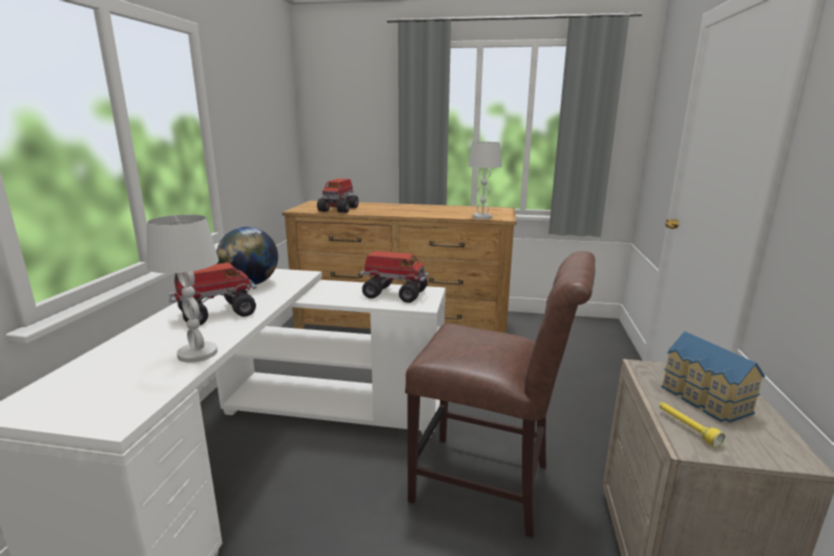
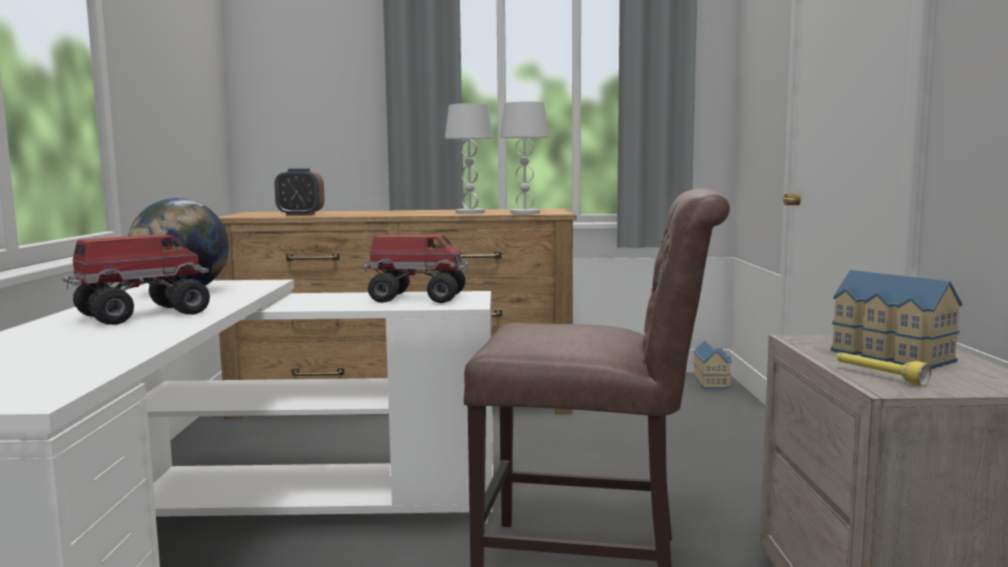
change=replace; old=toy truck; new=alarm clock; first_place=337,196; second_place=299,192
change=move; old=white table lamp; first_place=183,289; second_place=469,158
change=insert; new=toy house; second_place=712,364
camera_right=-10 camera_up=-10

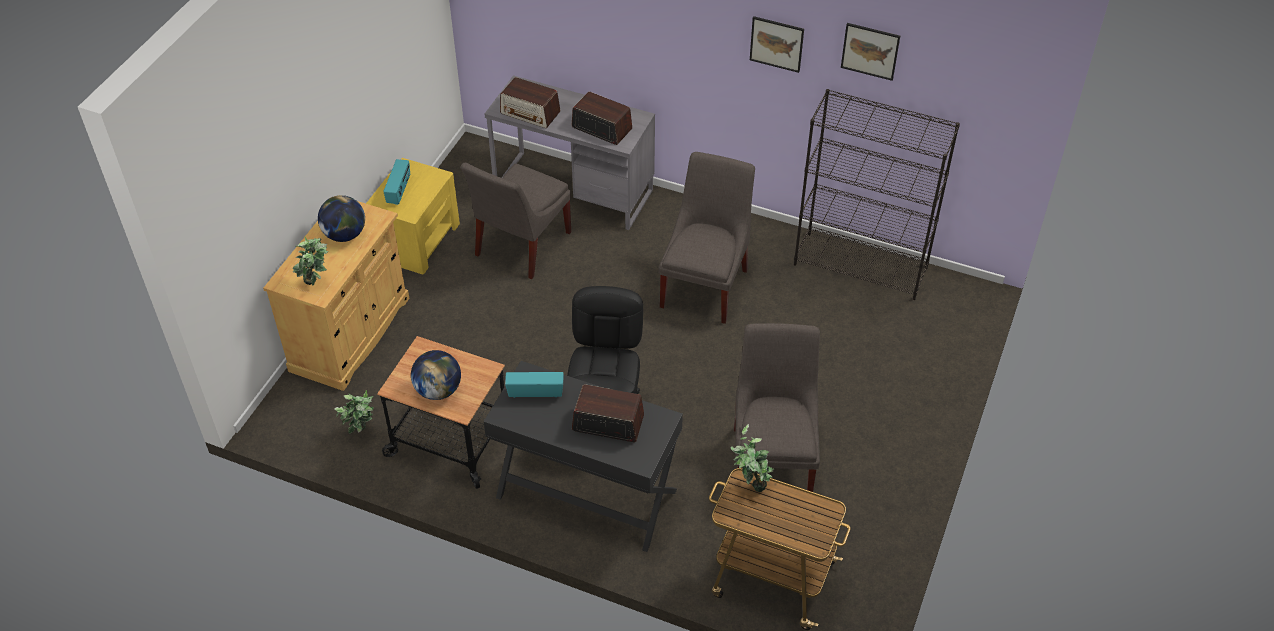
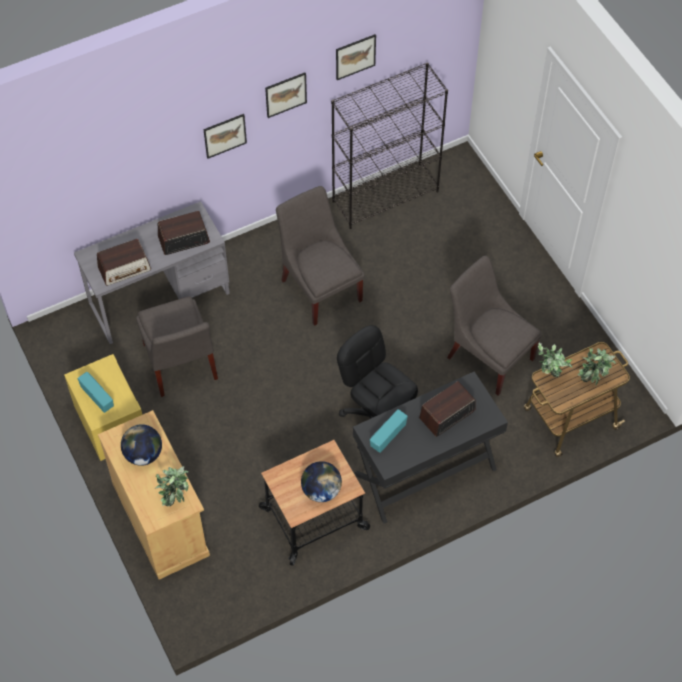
change=insert; new=picture; second_place=225,136
change=move; old=potted plant; first_place=354,412; second_place=597,366
camera_right=-50 camera_up=10

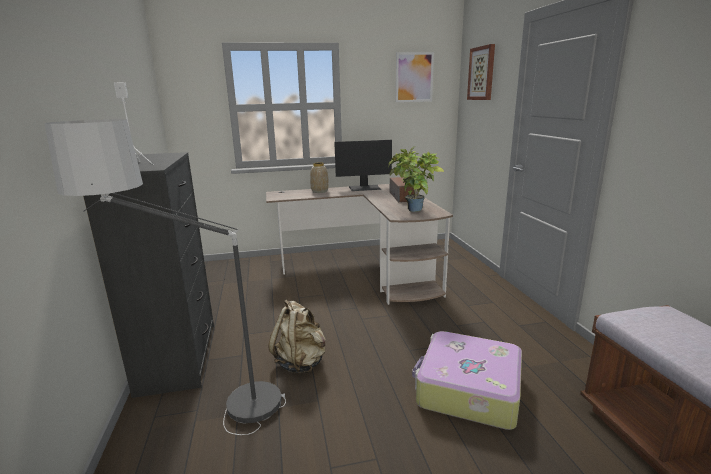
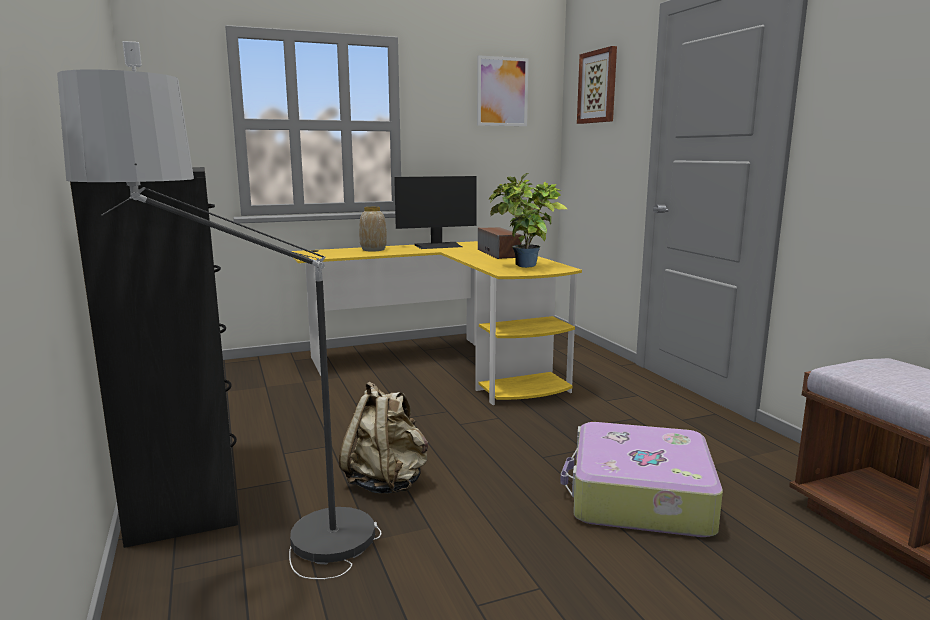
change=recolor; old=brown desk; new=yellow desk; first_place=359,244; second_place=436,323
camera_right=-10 camera_up=-5

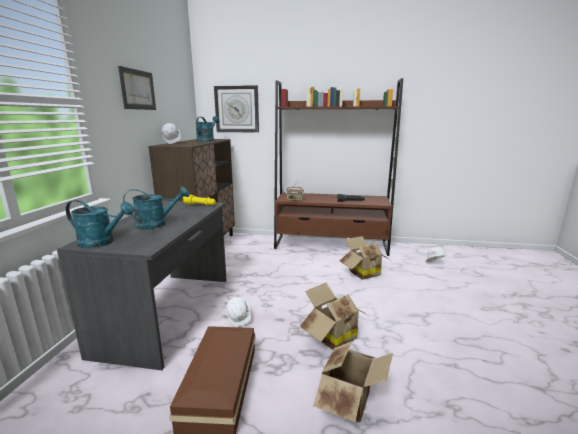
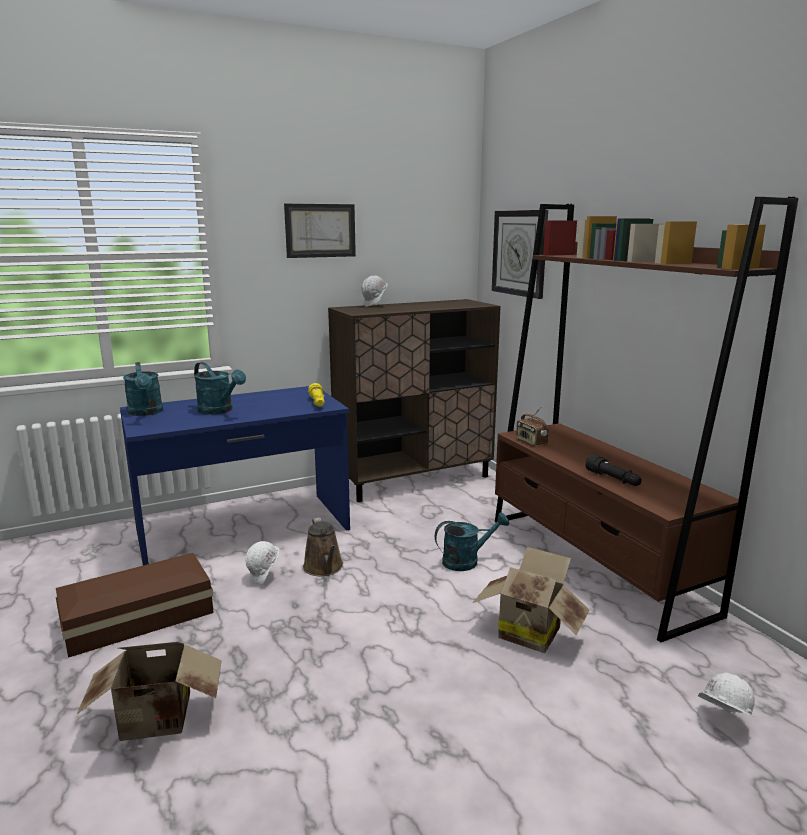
change=recolor; old=grey desk; new=blue desk; first_place=142,285; second_place=235,475
change=insert; new=brown watering can; second_place=323,546
change=move; old=turquoise watering can; first_place=207,129; second_place=472,542
change=delete; old=cardboard box; first_place=334,316
camera_right=55 camera_up=0

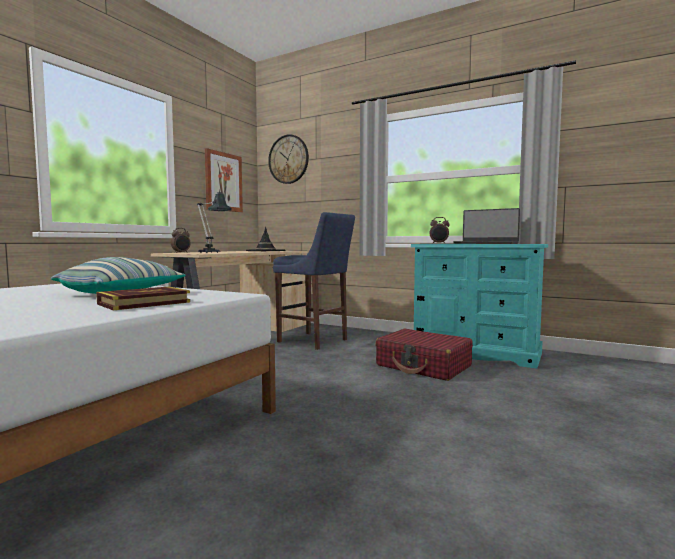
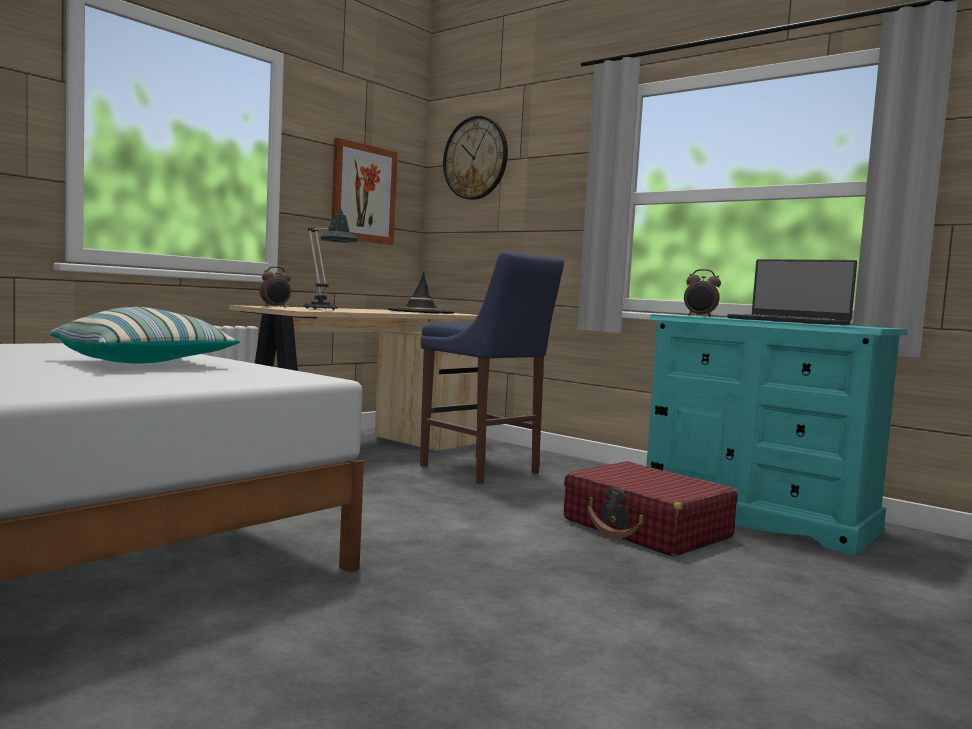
change=delete; old=book; first_place=143,298
camera_right=10 camera_up=0

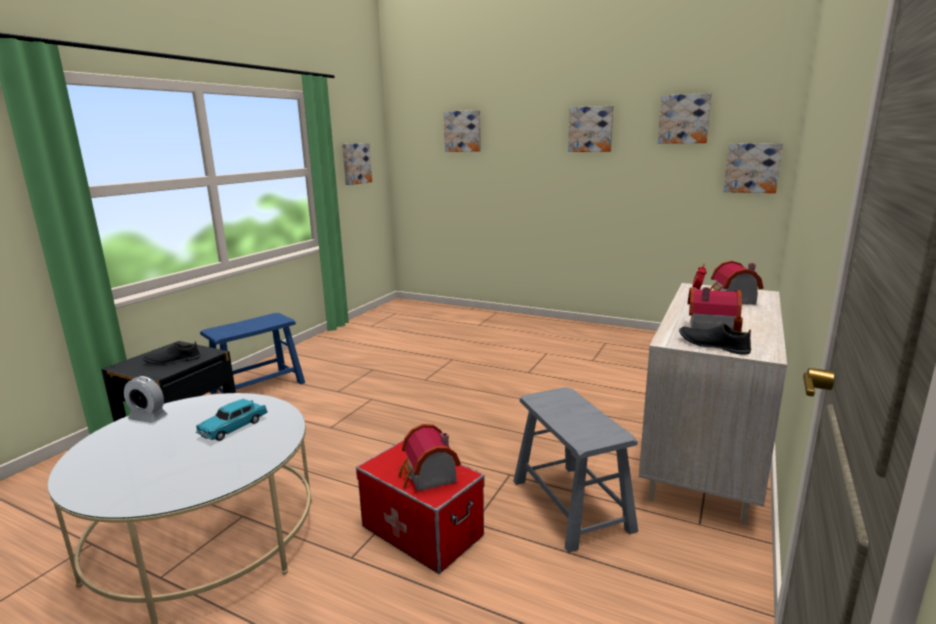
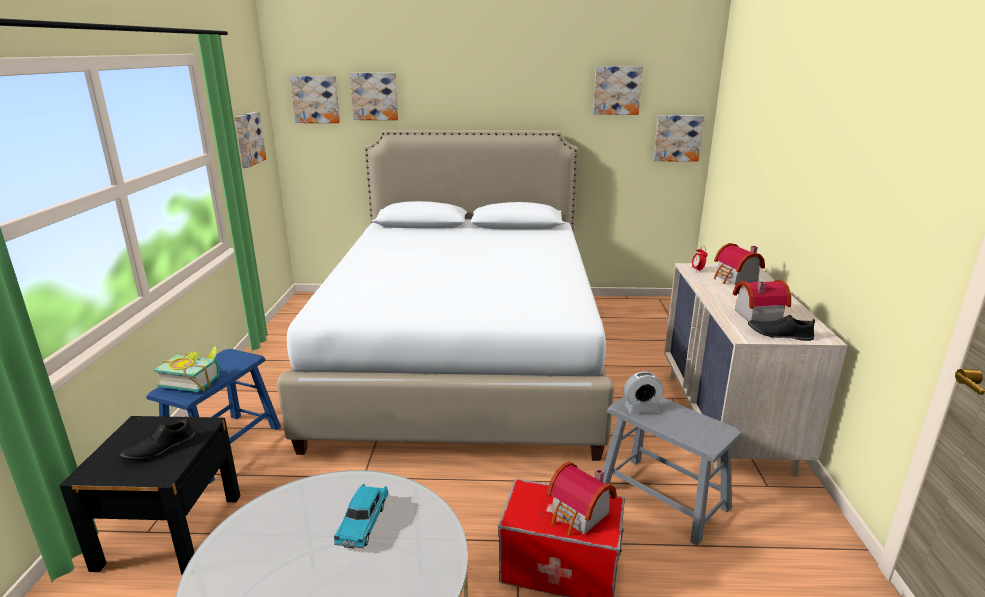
change=insert; new=book; second_place=187,369
change=insert; new=white bed; second_place=445,295
change=move; old=picture; first_place=591,129; second_place=315,99
change=move; old=alarm clock; first_place=145,399; second_place=643,393
camera_right=-25 camera_up=5

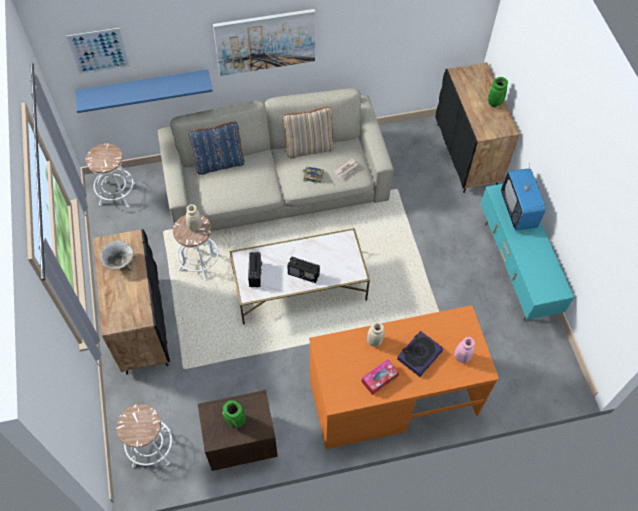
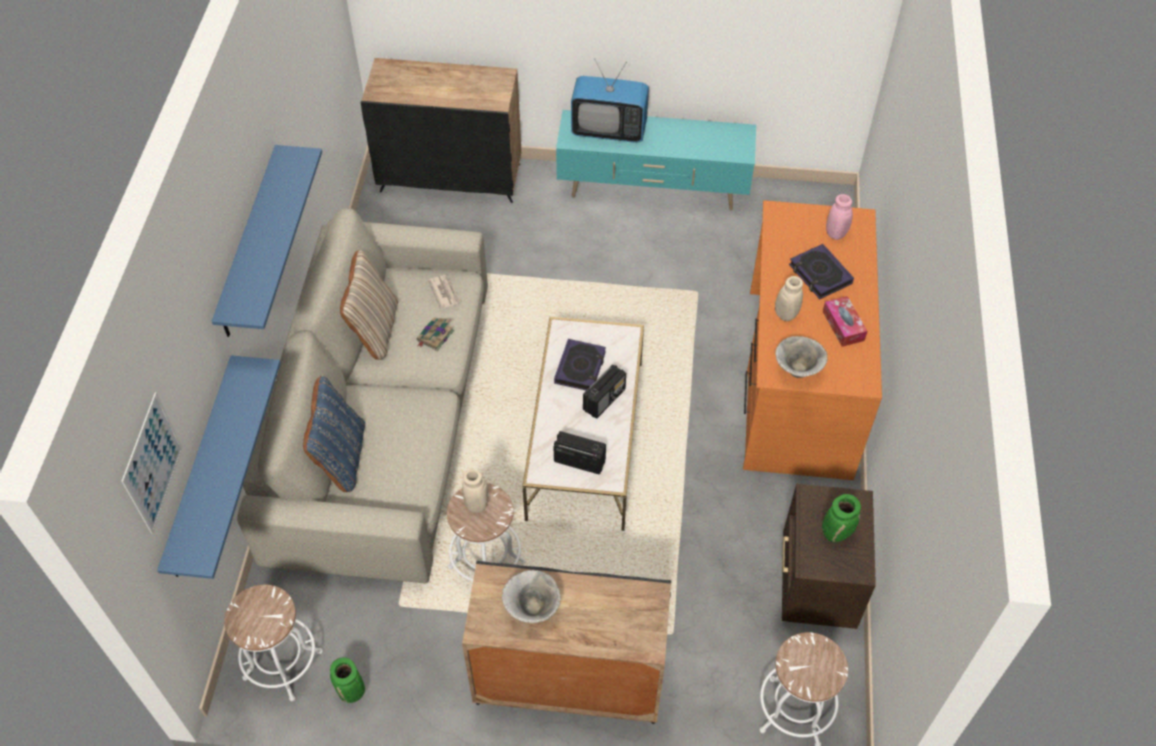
change=replace; old=picture; new=blue shelf; first_place=264,42; second_place=267,241
change=move; old=green vase; first_place=498,92; second_place=347,680
change=insert; new=book; second_place=580,364
change=insert; new=bowl; second_place=801,357
camera_right=-70 camera_up=-5

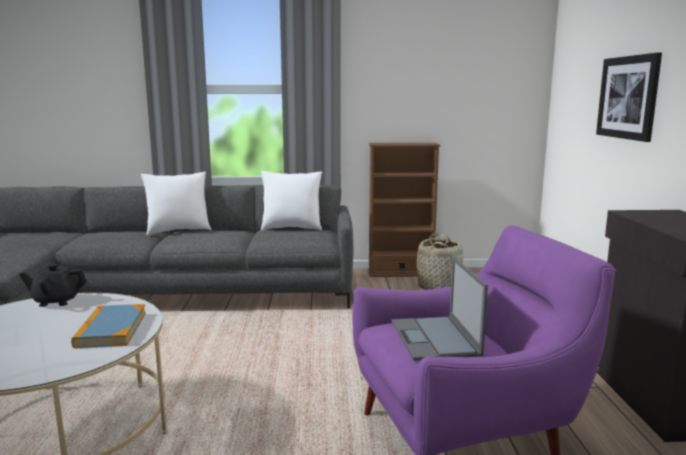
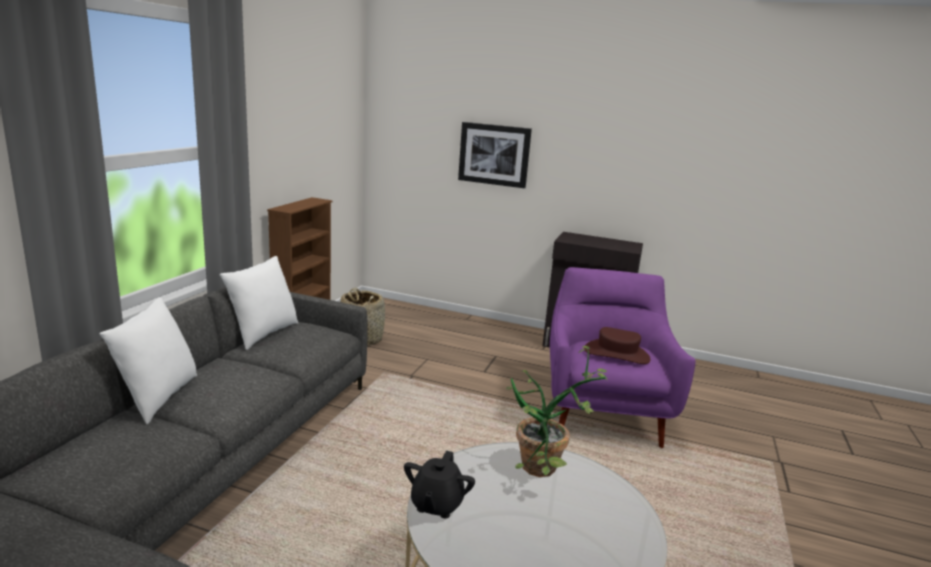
change=replace; old=book; new=potted plant; first_place=108,326; second_place=557,411
change=replace; old=laptop; new=brown hat; first_place=440,309; second_place=617,345
camera_right=-70 camera_up=5

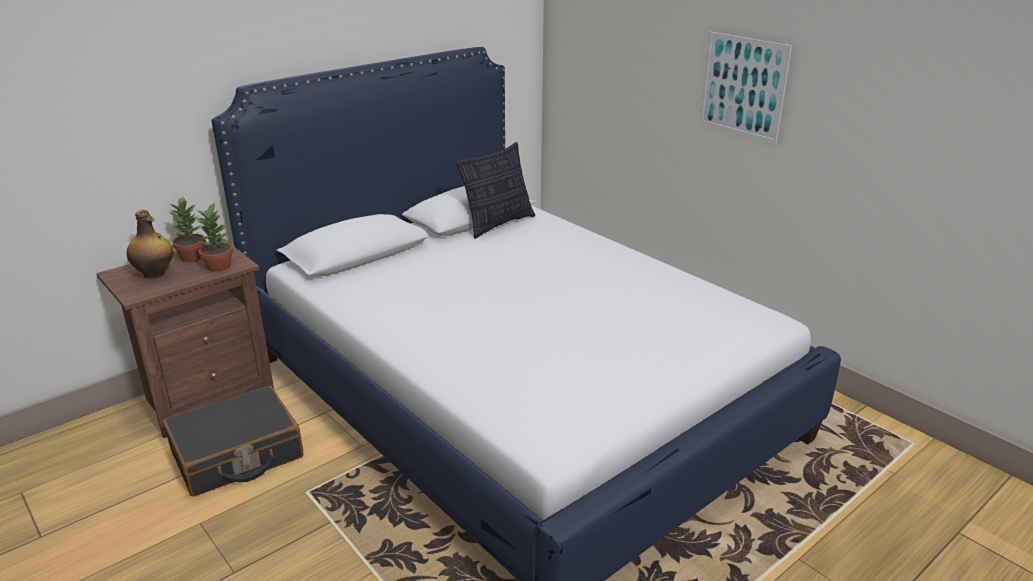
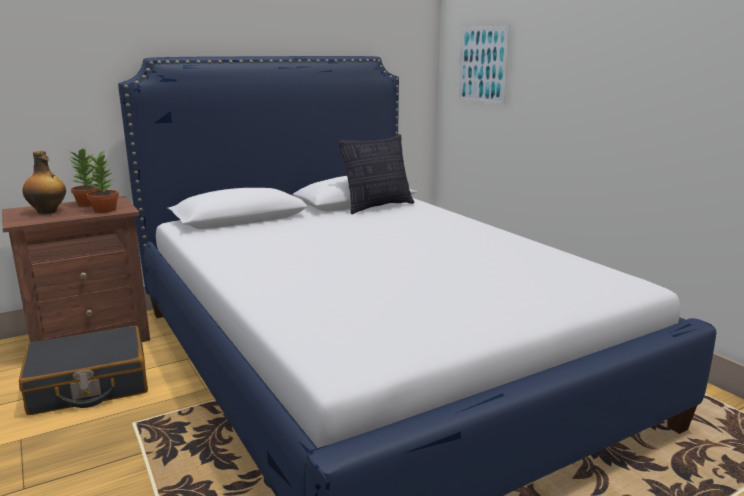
change=move; old=picture; first_place=745,88; second_place=483,65
camera_right=10 camera_up=-10

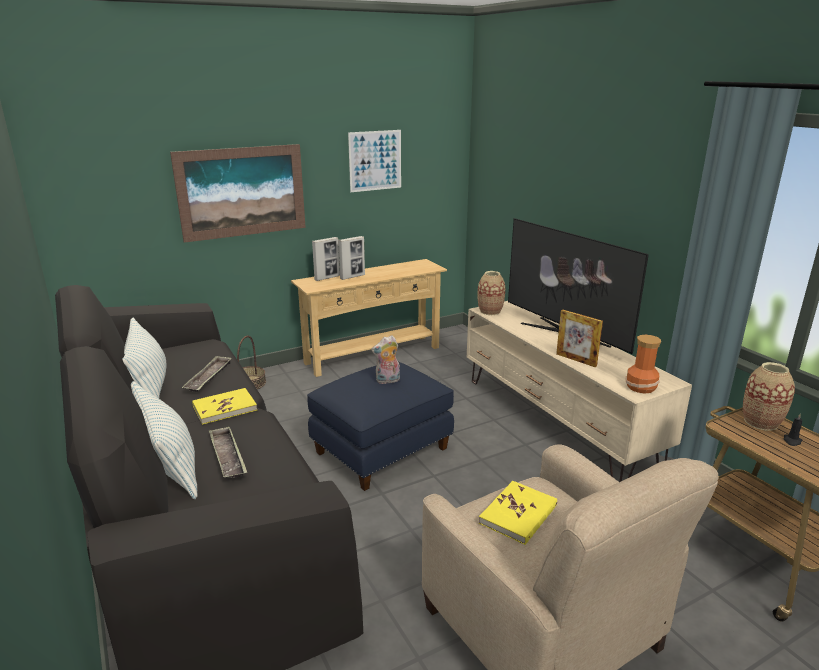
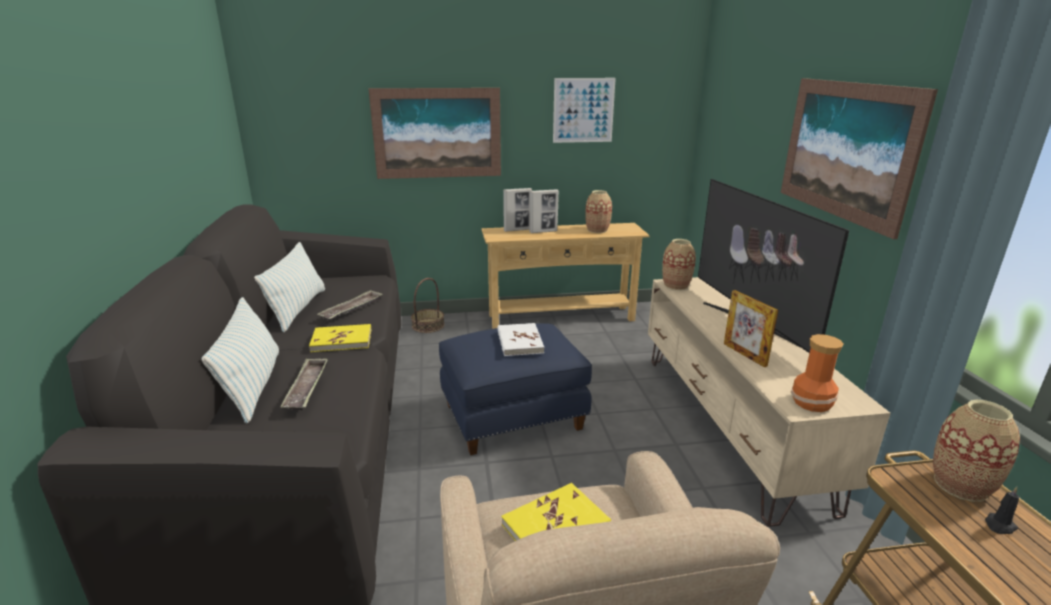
change=replace; old=plush toy; new=white book; first_place=385,359; second_place=521,339
change=insert; new=vase; second_place=598,211
change=insert; new=picture; second_place=859,158
camera_right=20 camera_up=0

